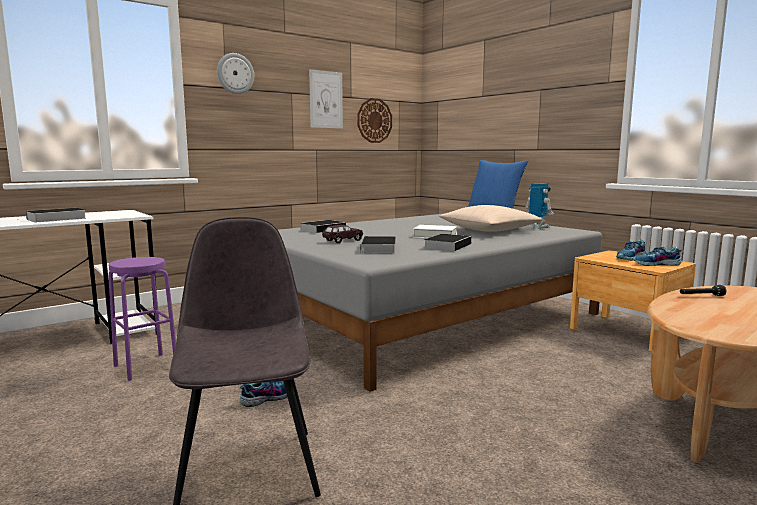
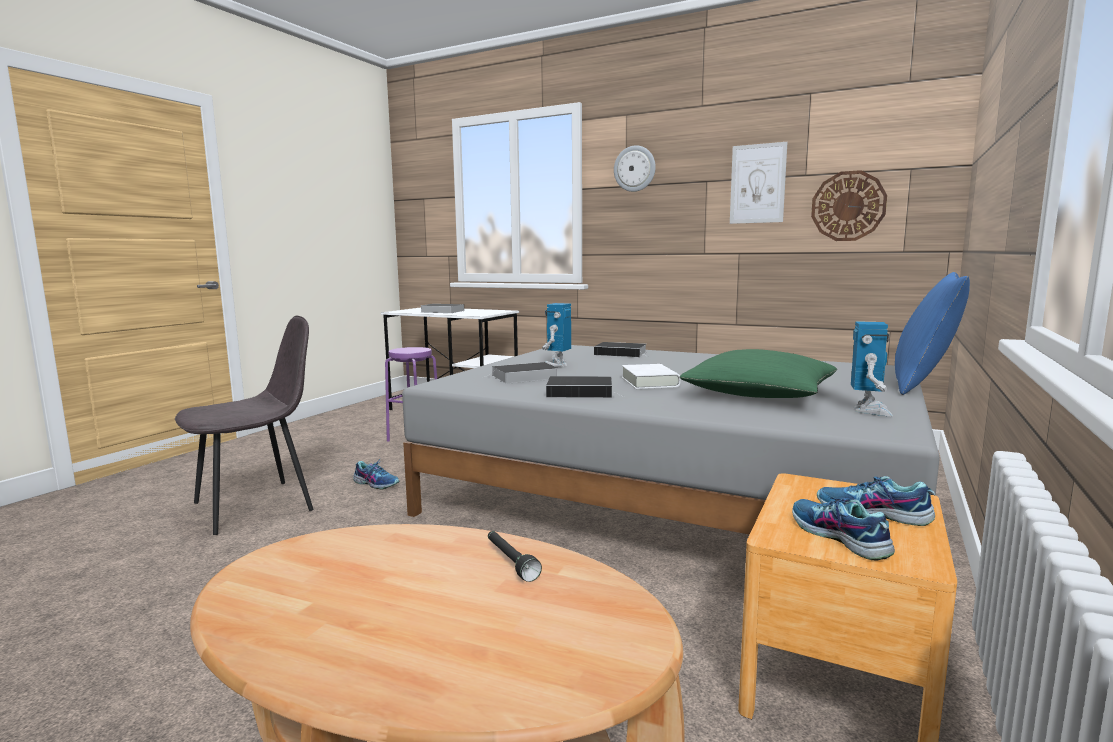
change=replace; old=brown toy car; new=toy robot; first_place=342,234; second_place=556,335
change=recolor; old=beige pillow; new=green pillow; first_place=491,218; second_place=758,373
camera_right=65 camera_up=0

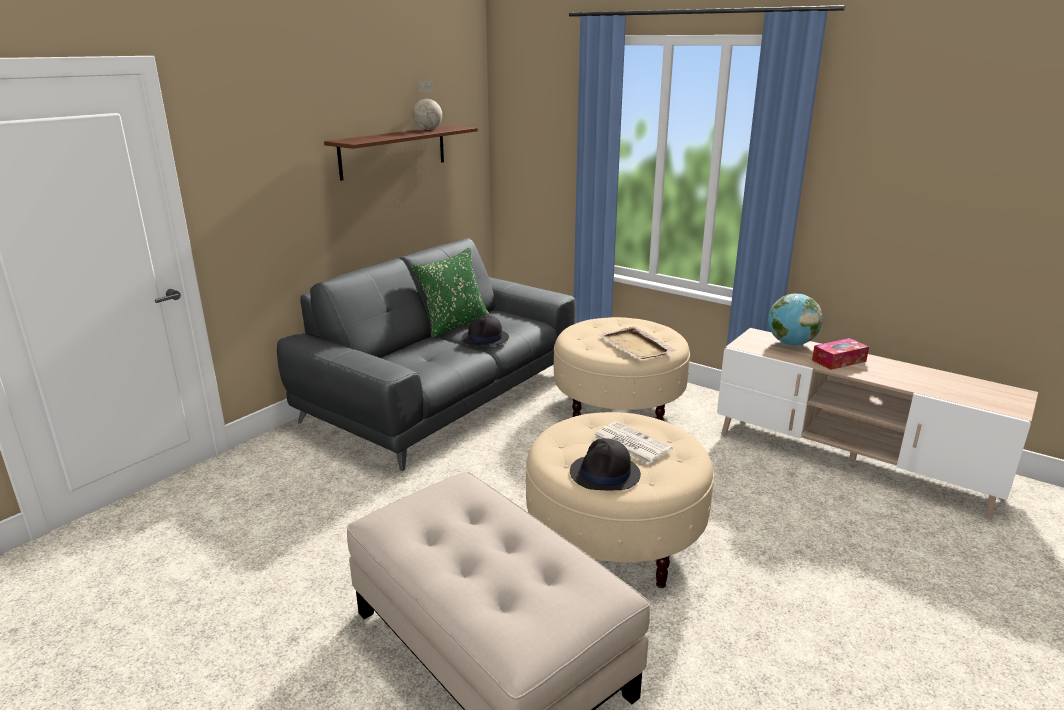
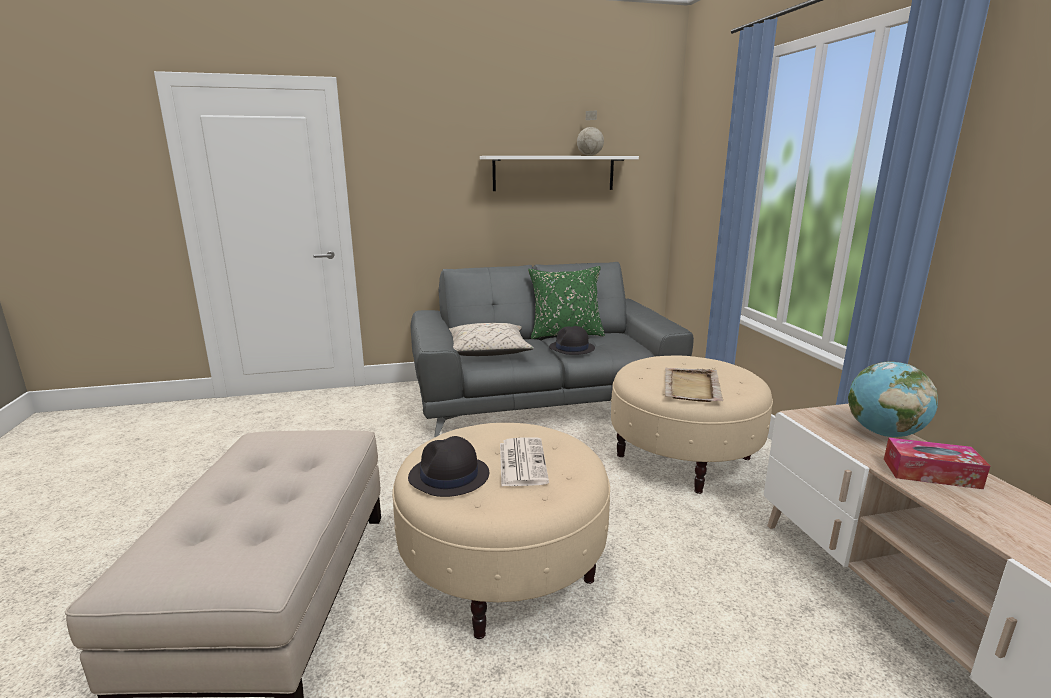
change=insert; new=beige pillow; second_place=491,339
change=recolor; old=brown shelf; new=white shelf; first_place=401,153; second_place=559,173
camera_right=40 camera_up=-5

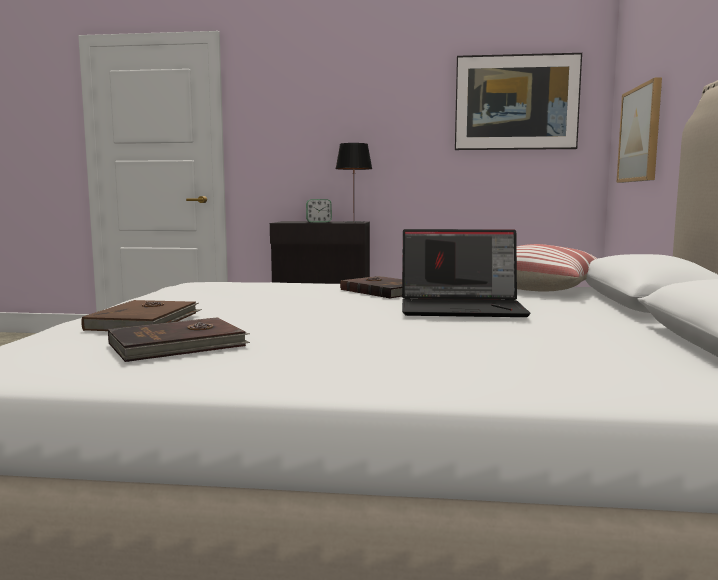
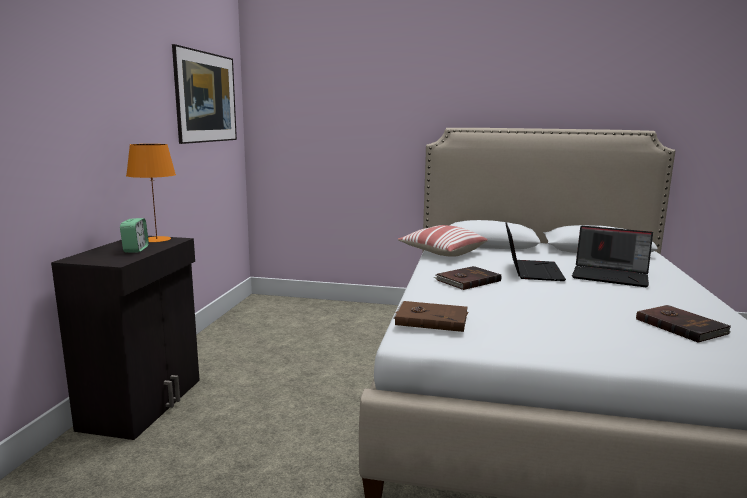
change=recolor; old=black table lamp; new=orange table lamp; first_place=353,183; second_place=151,193
change=move; old=brown book; first_place=141,315; second_place=430,316
change=insert; new=laptop; second_place=612,256
change=delete; old=picture; first_place=639,130
camera_right=-85 camera_up=5

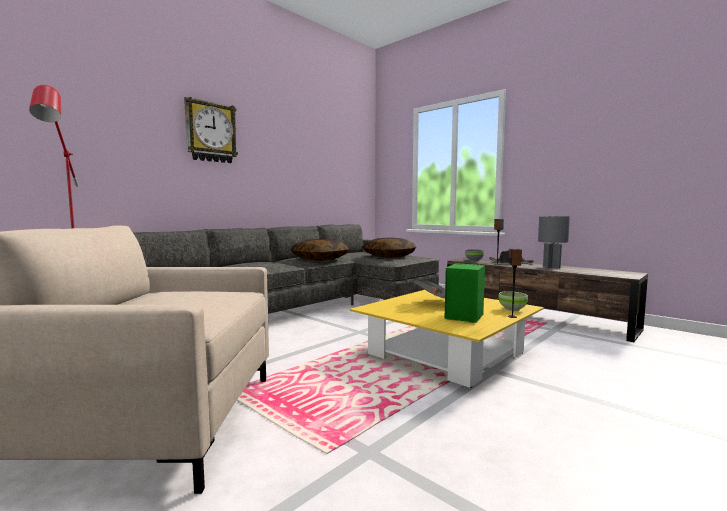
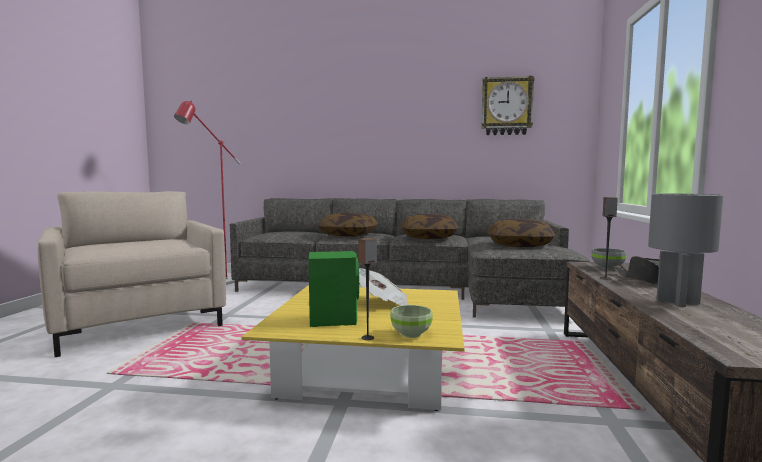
change=insert; new=pillow; second_place=348,225
change=move; old=wall clock; first_place=211,130; second_place=508,105
camera_right=55 camera_up=0

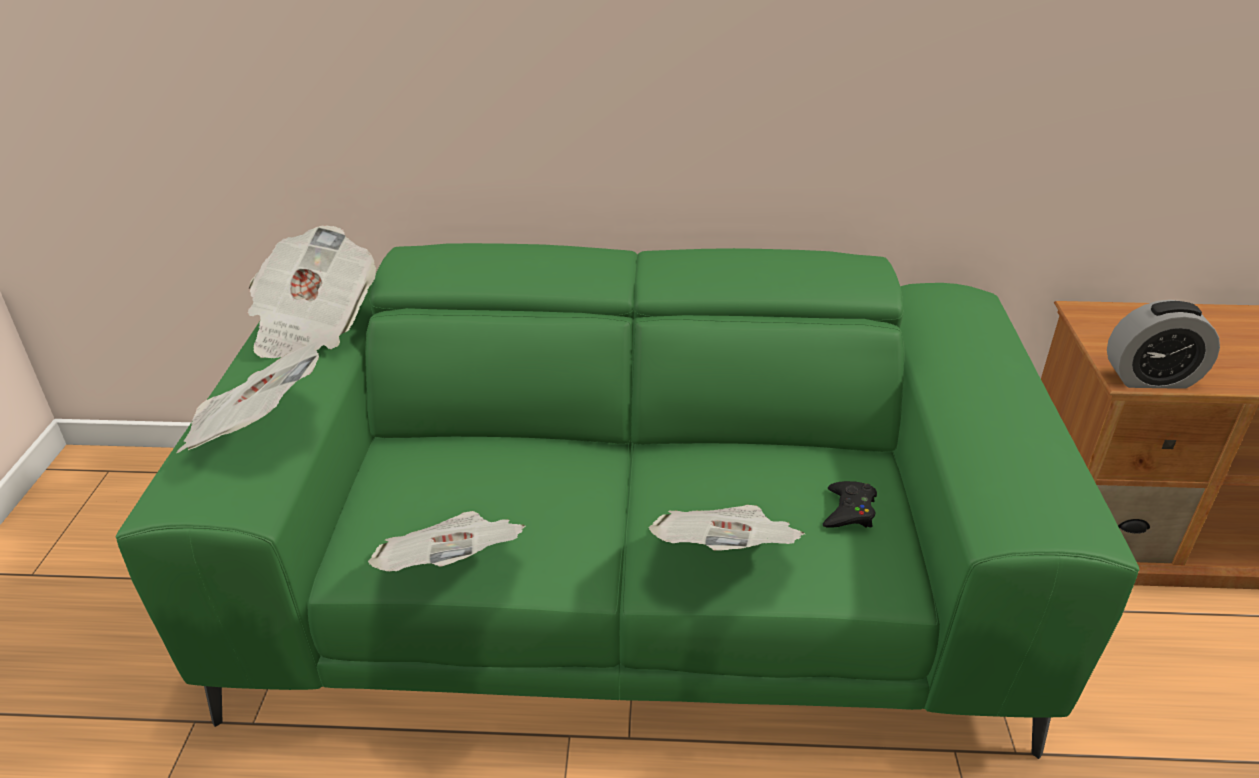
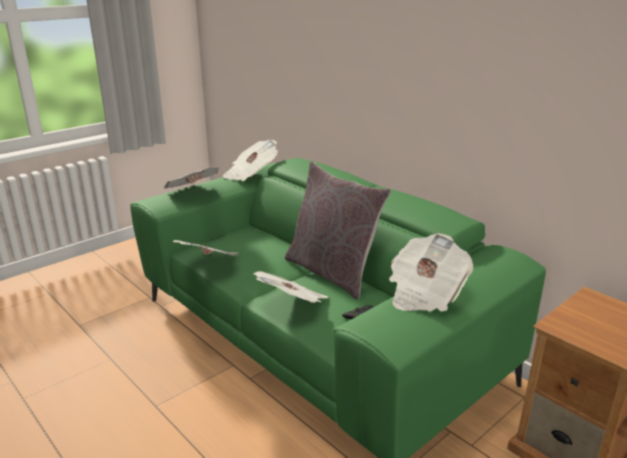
change=insert; new=grey pillow; second_place=338,230
change=insert; new=newspaper; second_place=431,272
change=delete; old=alarm clock; first_place=1163,344
camera_right=45 camera_up=-10

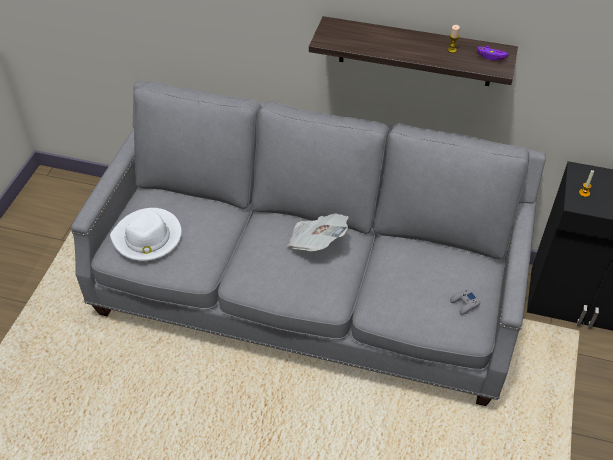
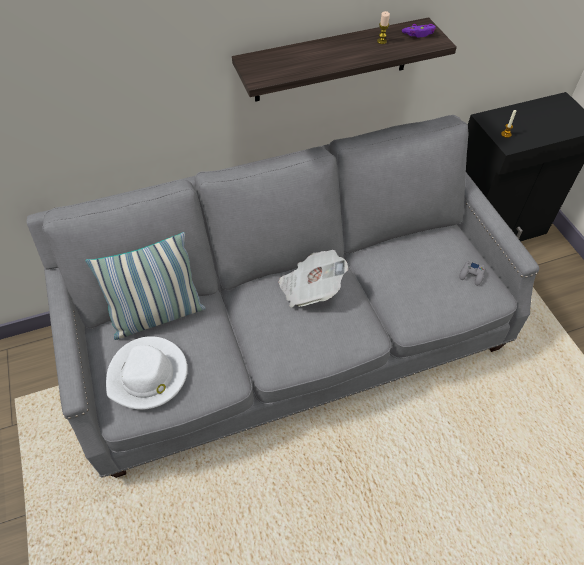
change=insert; new=pillow; second_place=145,286
camera_right=-35 camera_up=5

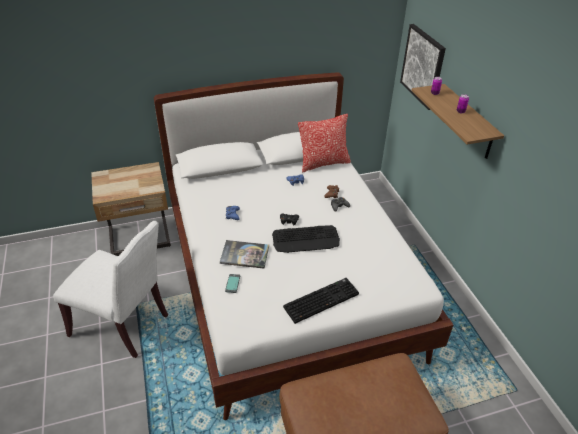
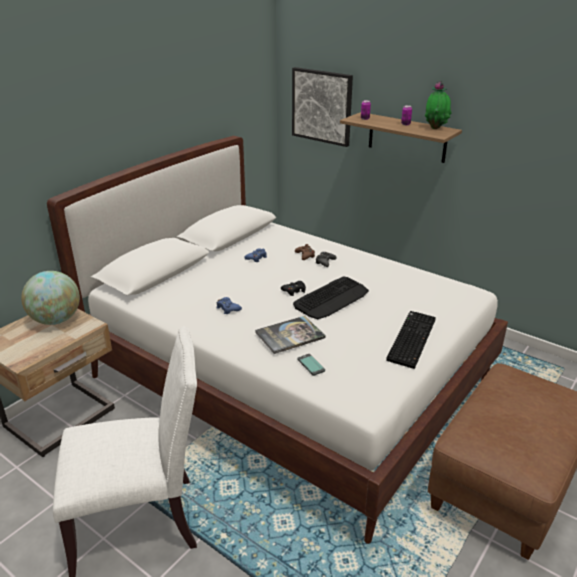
change=insert; new=globe; second_place=50,298
change=insert; new=potted plant; second_place=438,105
change=delete; old=pillow; first_place=324,143
camera_right=-35 camera_up=-10

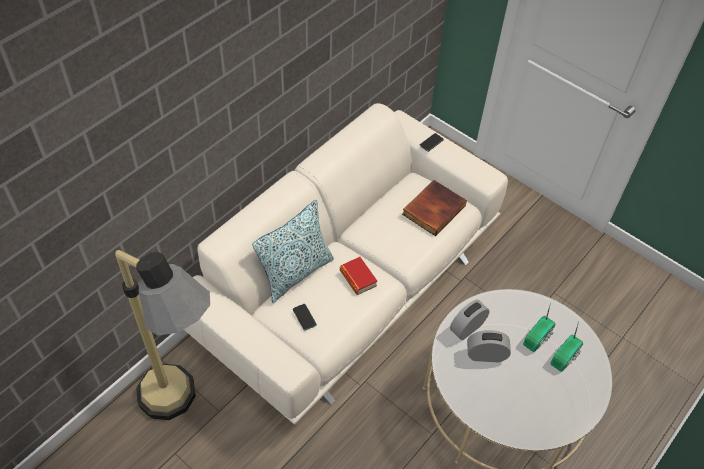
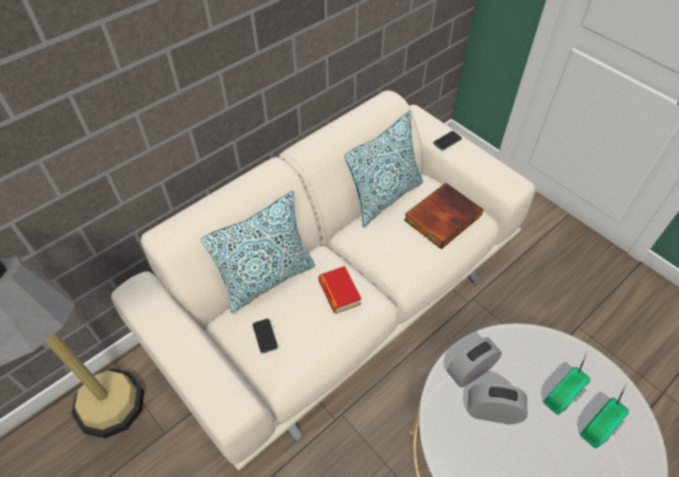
change=insert; new=pillow; second_place=384,168
camera_right=10 camera_up=0

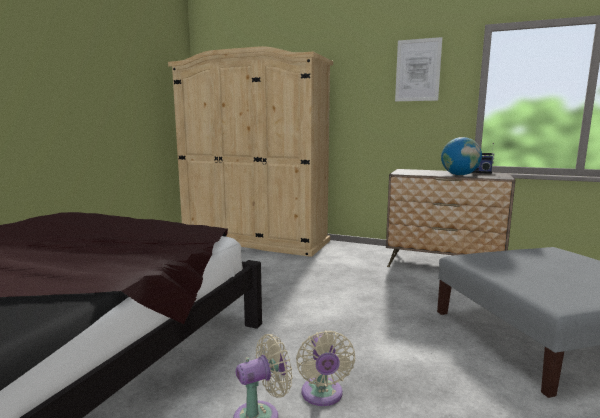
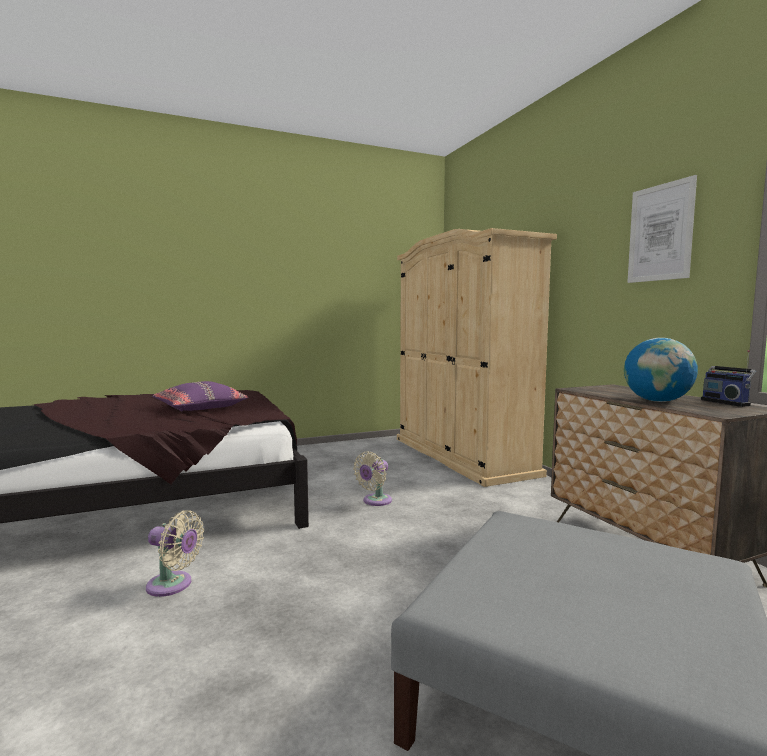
change=insert; new=purple pillow; second_place=200,396
change=move; old=beige fan; first_place=325,368; second_place=372,478
camera_right=45 camera_up=-5

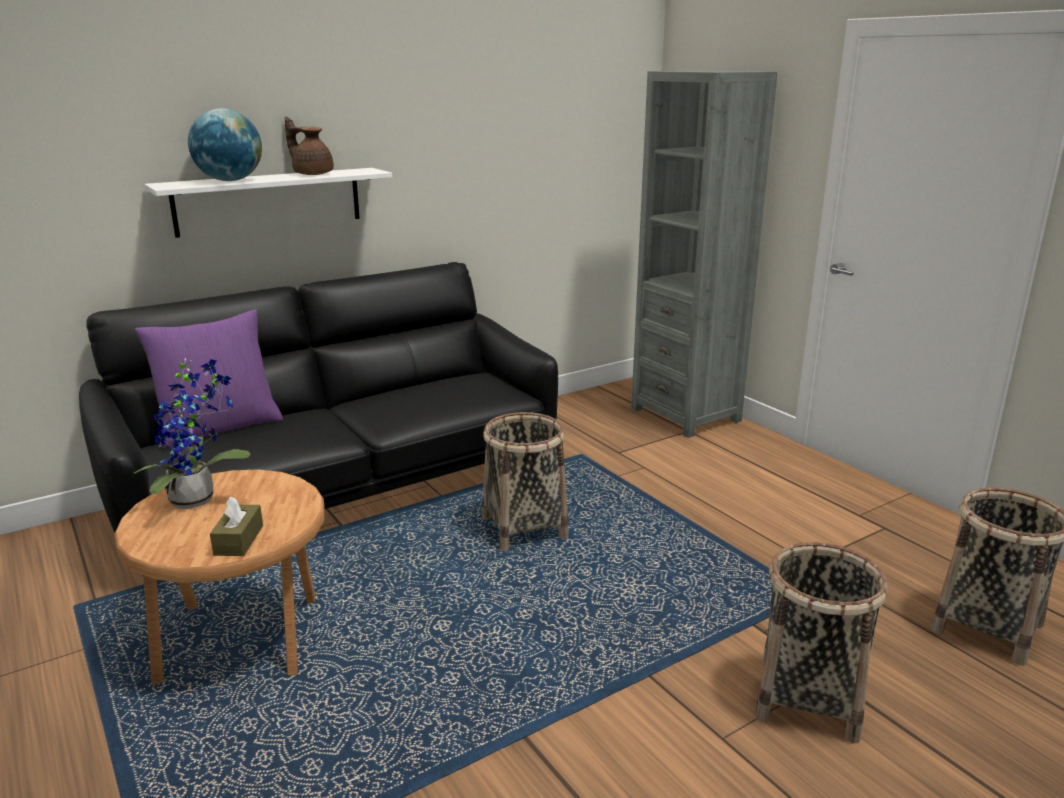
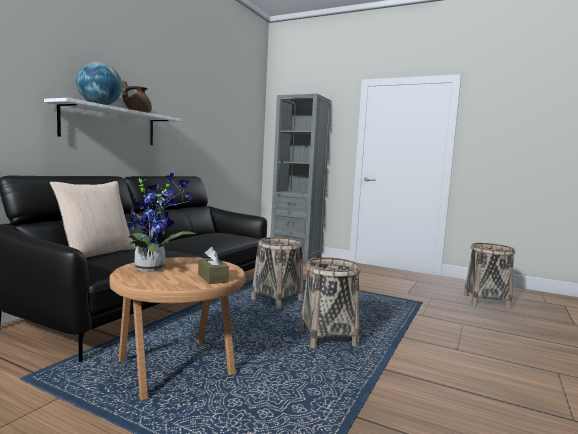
change=recolor; old=purple pillow; new=beige pillow; first_place=209,378; second_place=93,219
change=move; old=basket; first_place=821,642; second_place=330,302
camera_right=-30 camera_up=-15

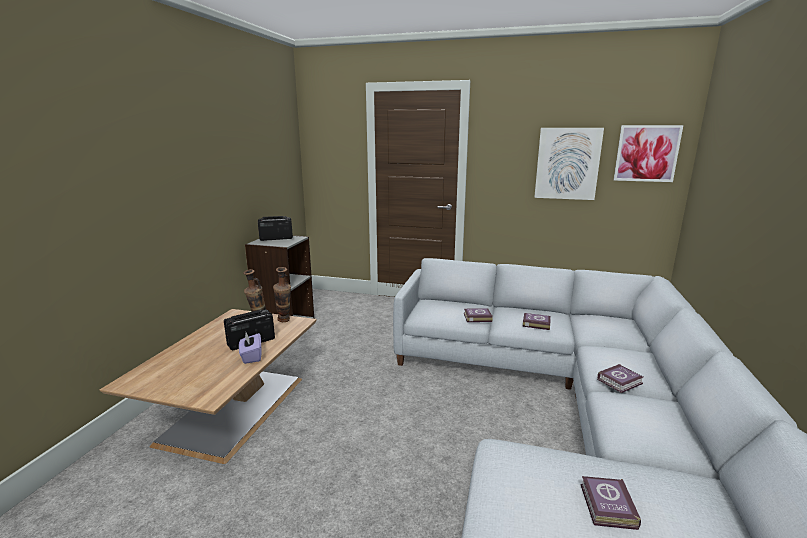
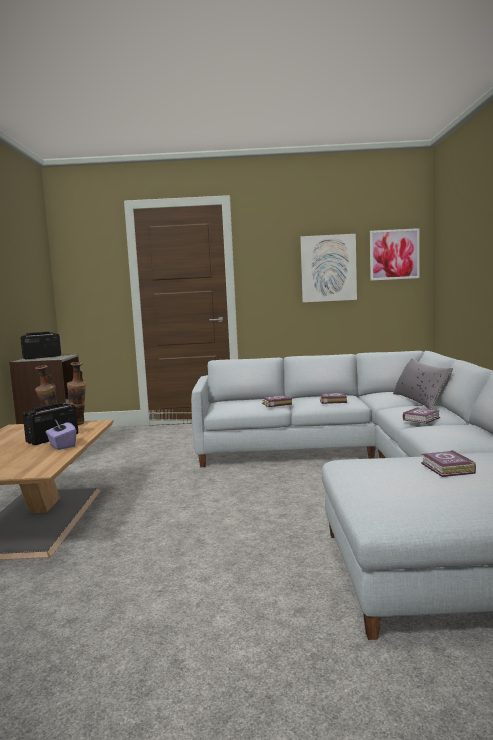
change=insert; new=grey pillow; second_place=423,383
camera_right=-15 camera_up=-10

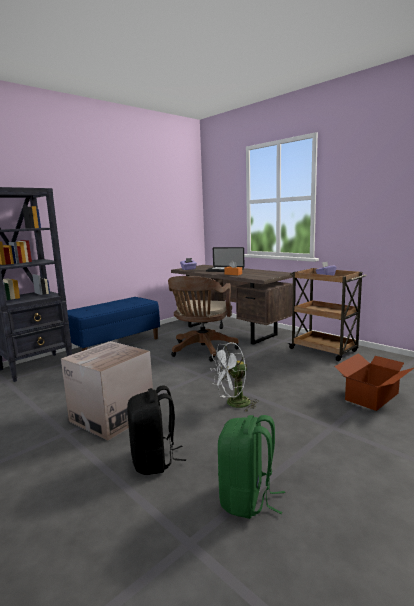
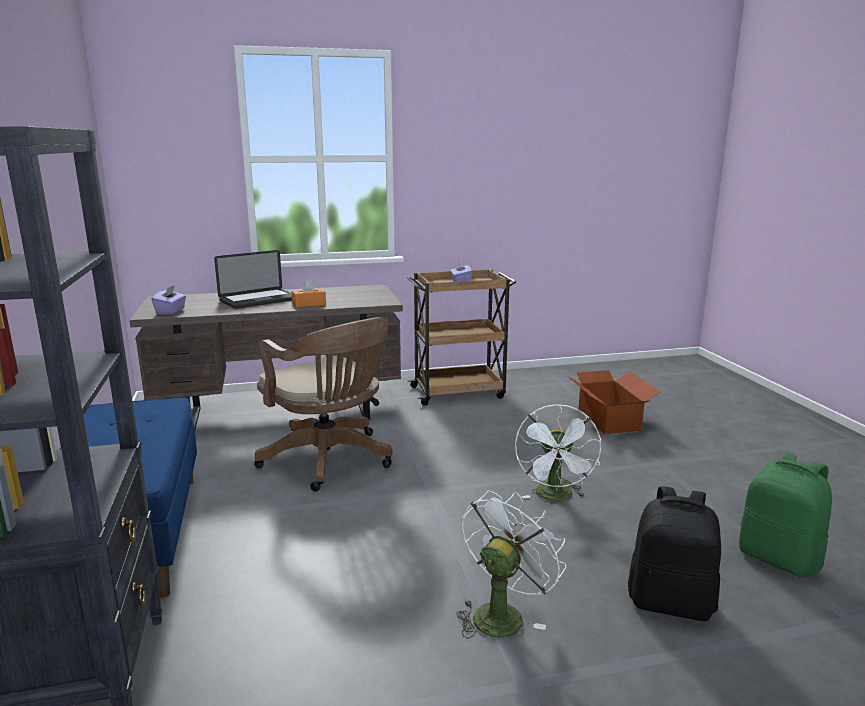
change=replace; old=cardboard box; new=white fan; first_place=107,391; second_place=511,565
camera_right=-60 camera_up=5

